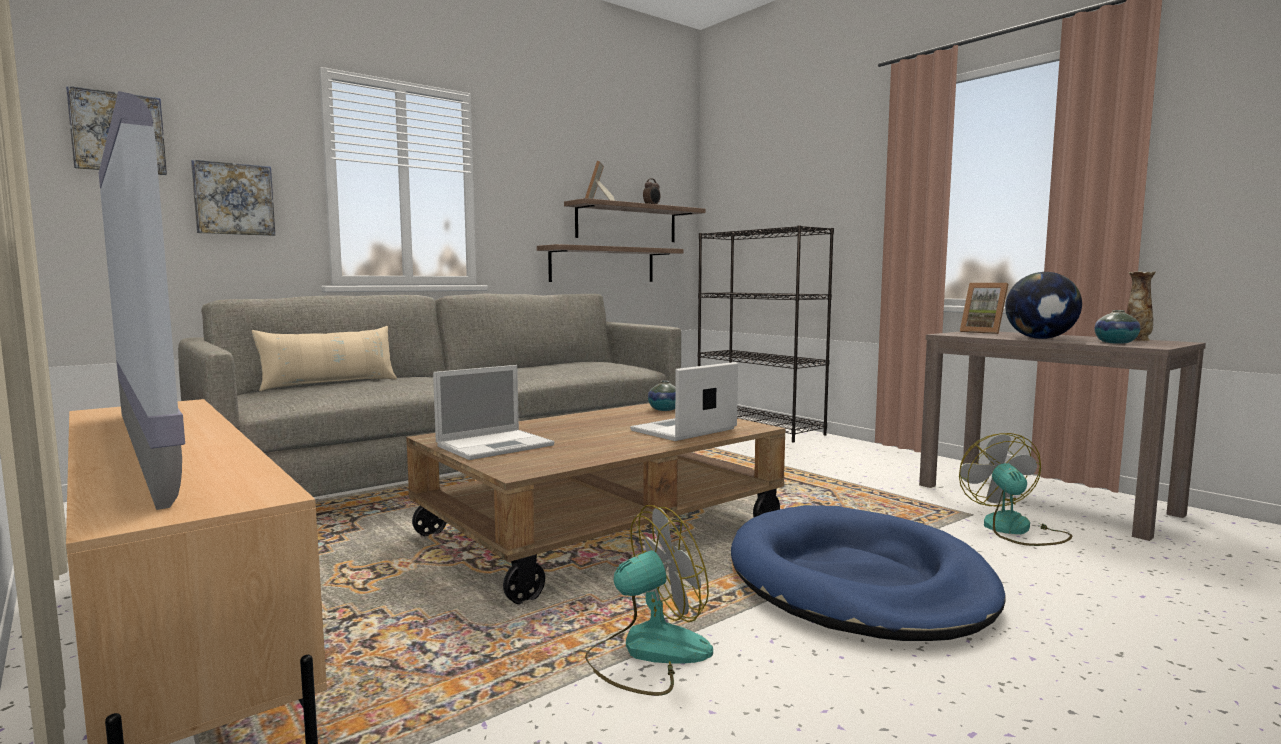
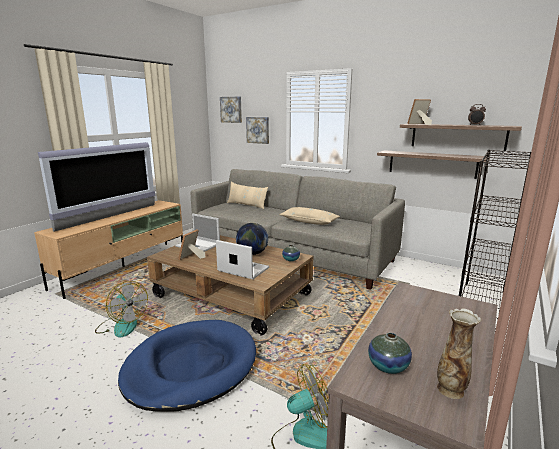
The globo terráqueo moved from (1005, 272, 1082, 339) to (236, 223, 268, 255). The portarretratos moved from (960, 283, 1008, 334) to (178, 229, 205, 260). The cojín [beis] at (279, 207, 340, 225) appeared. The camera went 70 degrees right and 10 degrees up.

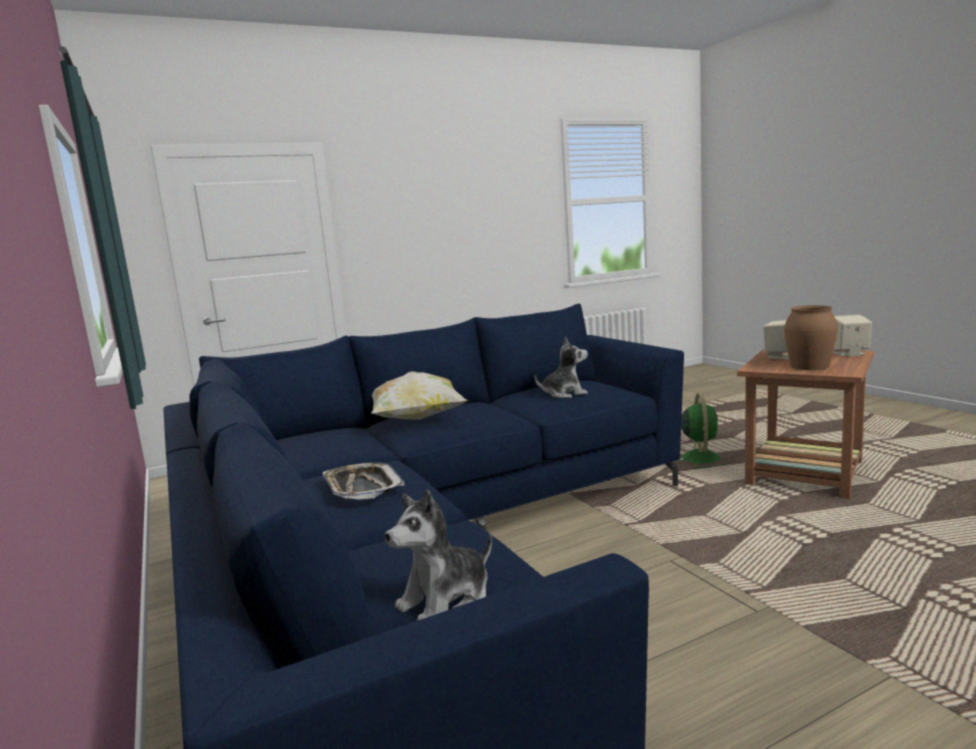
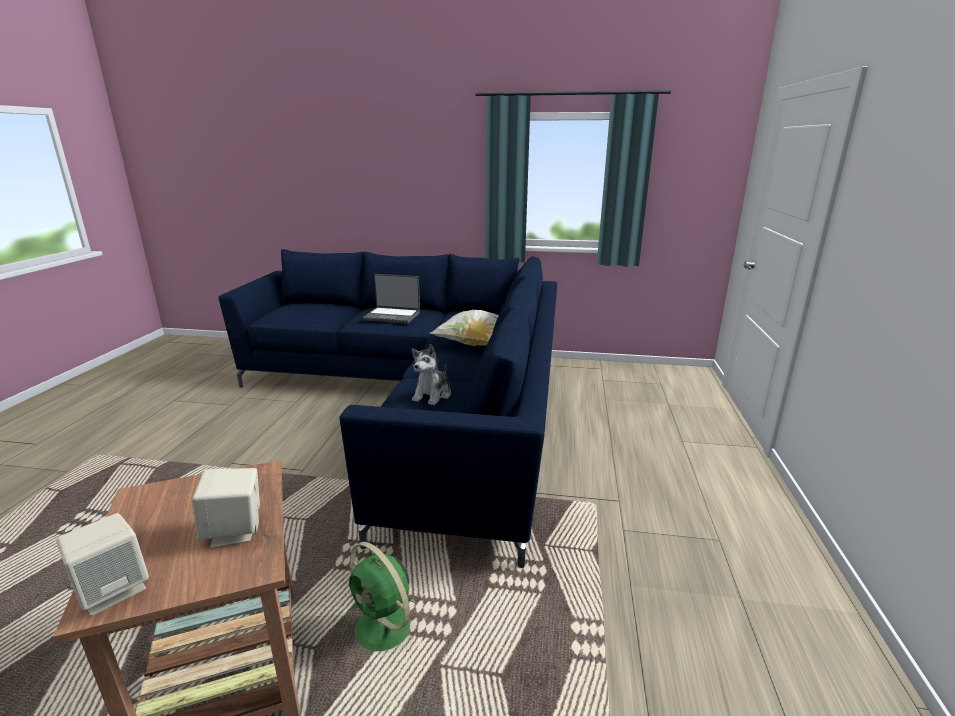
The florero [marrón] at (784, 305, 838, 370) disappeared. The bandeja at (322, 462, 405, 500) was replaced by the portátil at (363, 274, 420, 324). The peluche at (385, 490, 492, 621) disappeared. The camera went 125 degrees right and 10 degrees up.

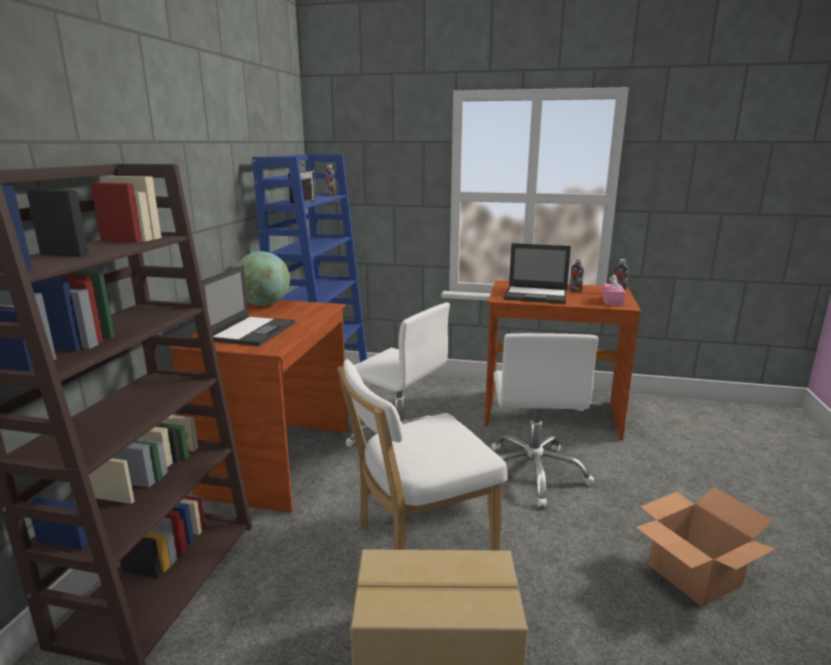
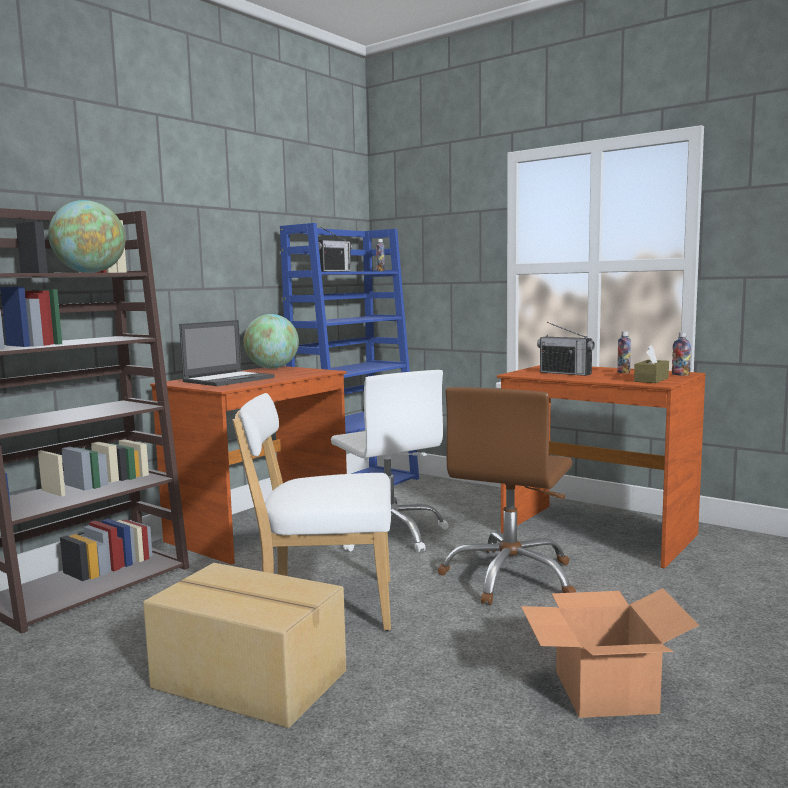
The portátil at (504, 243, 571, 304) was replaced by the radio at (537, 322, 595, 376). The caja de pañuelos [rosa] at (602, 274, 626, 306) became the caja de pañuelos [marrón] at (634, 345, 669, 383). The silla de oficina [blanco] at (491, 333, 598, 507) became the silla de oficina [marrón] at (438, 387, 576, 605). The globo terráqueo at (48, 200, 126, 273) appeared. The camera went 25 degrees right and 10 degrees down.

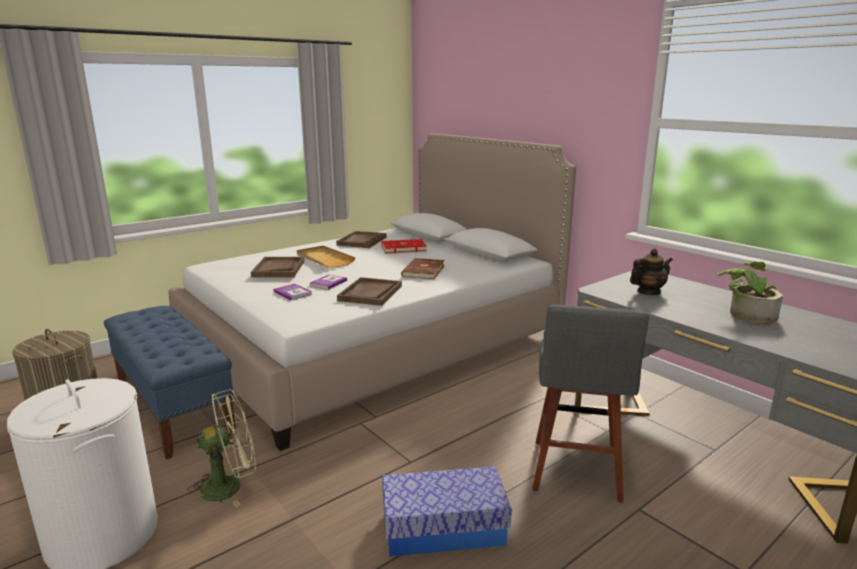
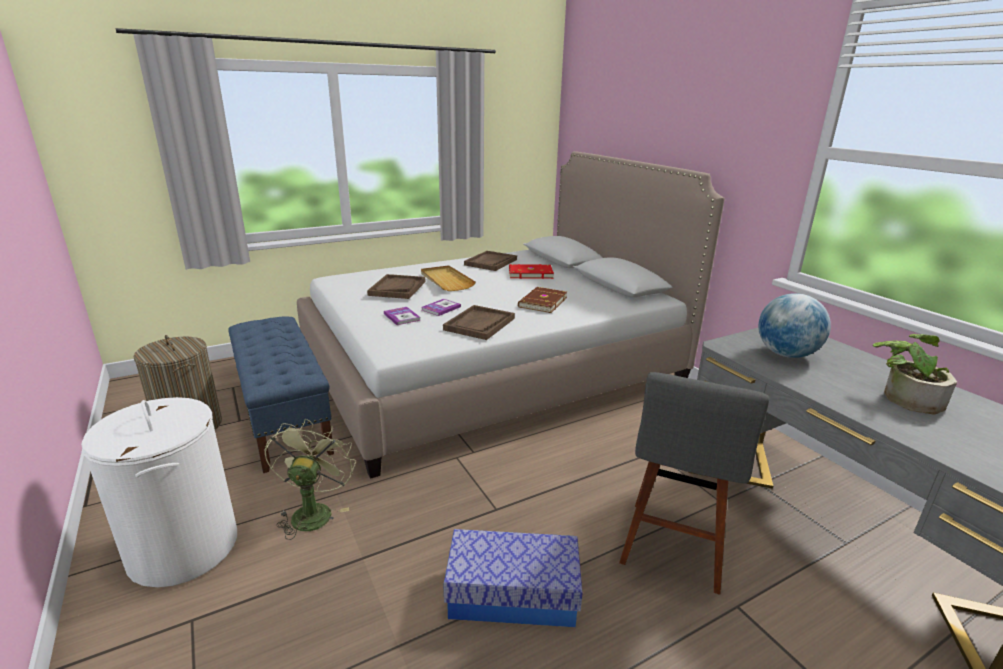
The tetera at (630, 248, 673, 295) was replaced by the globo terráqueo at (758, 293, 831, 358). The ventilador [verde] at (188, 390, 256, 507) turned 75 degrees counterclockwise. The camera went 10 degrees right and 5 degrees up.

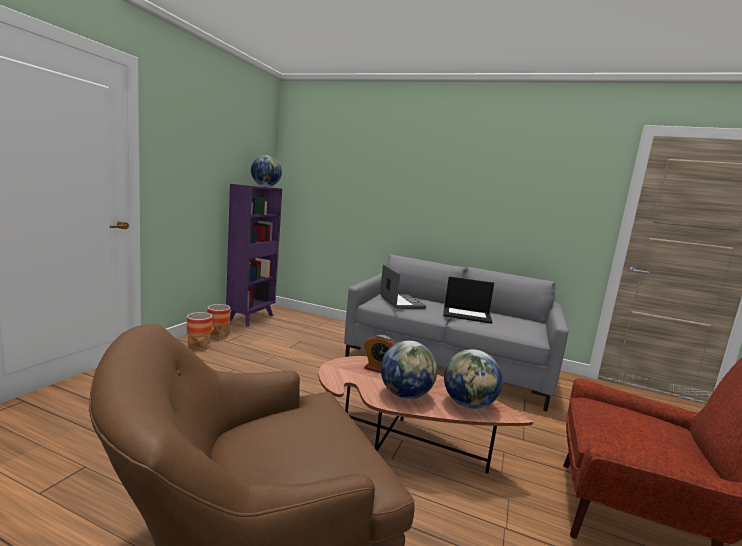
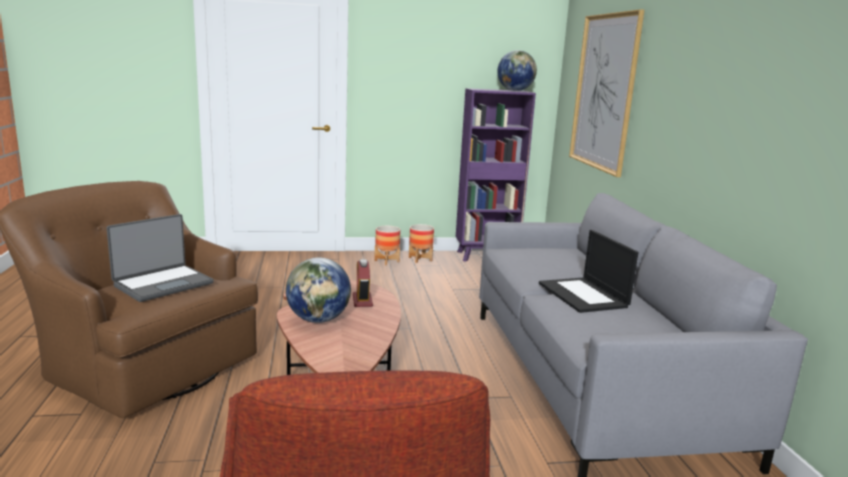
The portátil moved from (380, 264, 426, 309) to (107, 214, 214, 302). The globo terráqueo at (444, 349, 503, 409) disappeared. The cuadro at (569, 9, 644, 177) appeared. The camera went 60 degrees right and 5 degrees up.

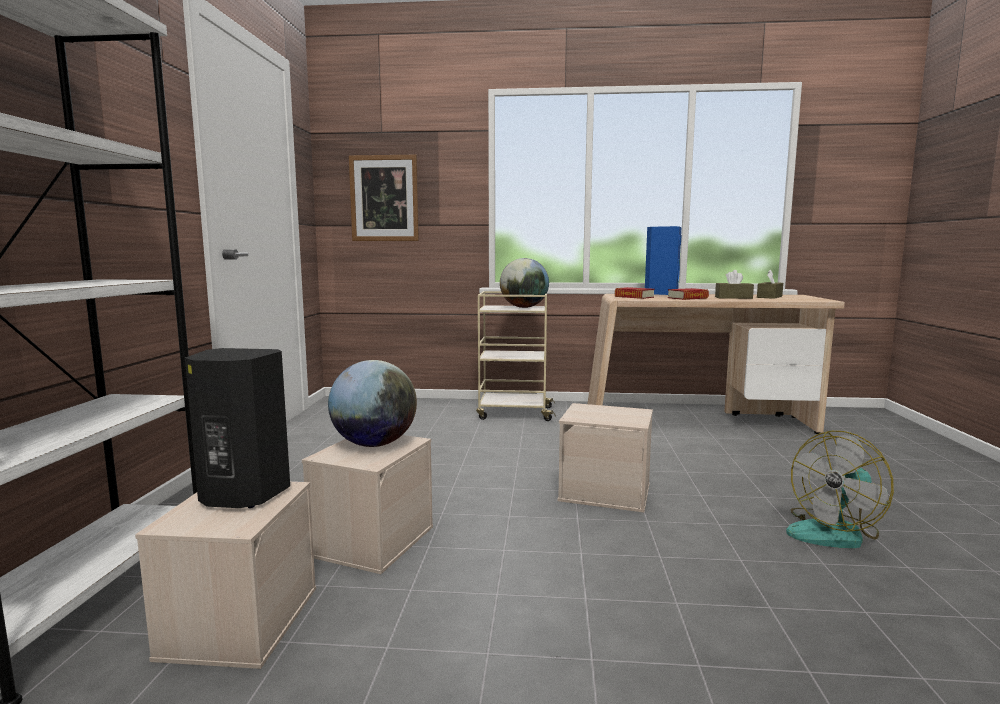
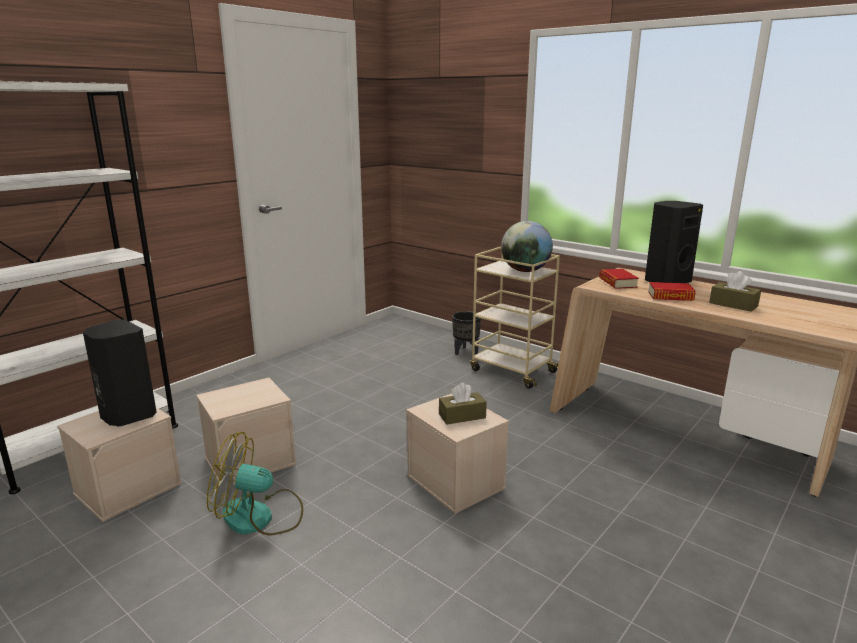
The cuadro at (349, 155, 419, 241) disappeared. The altavoz [azul] at (645, 226, 681, 295) became the altavoz [negro] at (645, 201, 703, 283). The caja de pañuelos [marrón] moved from (757, 269, 783, 299) to (439, 382, 487, 425). The globo terráqueo at (328, 360, 417, 447) disappeared. The ventilador moved from (786, 431, 894, 548) to (207, 432, 303, 535). The maceta [negro] at (452, 311, 481, 355) appeared. The camera went 35 degrees right and 10 degrees up.

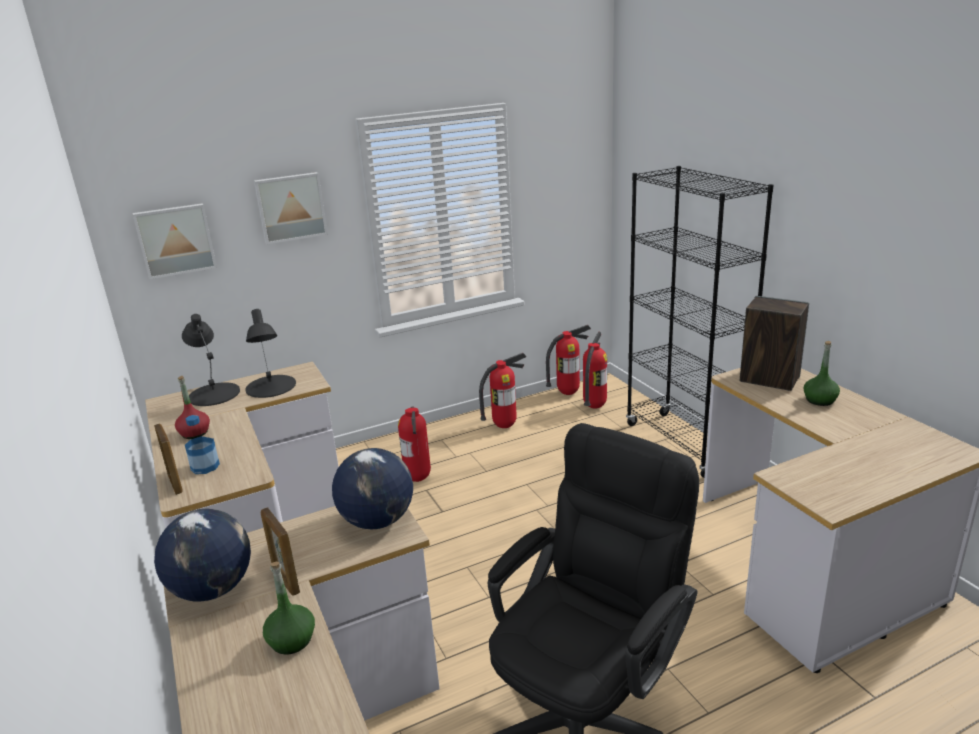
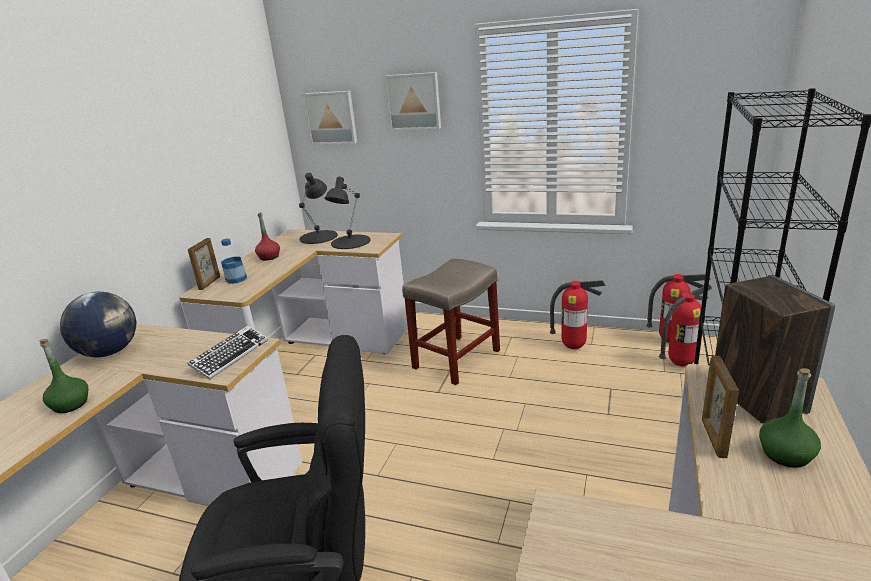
The extintor at (398, 406, 431, 482) was replaced by the taburete [beis] at (402, 259, 500, 385). The globo terráqueo at (332, 448, 413, 529) was replaced by the teclado at (187, 325, 268, 379). The portarretratos moved from (261, 507, 300, 596) to (702, 356, 739, 458). The camera went 45 degrees right and 0 degrees up.

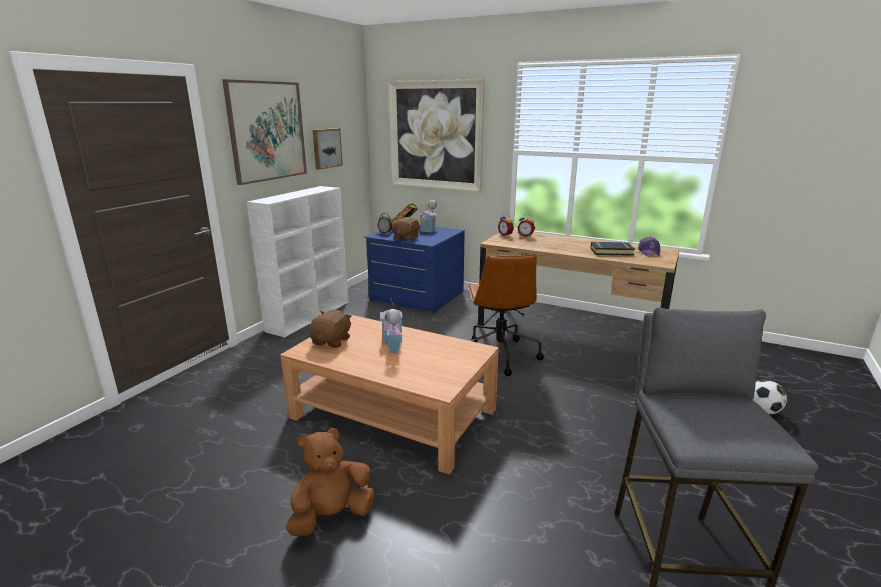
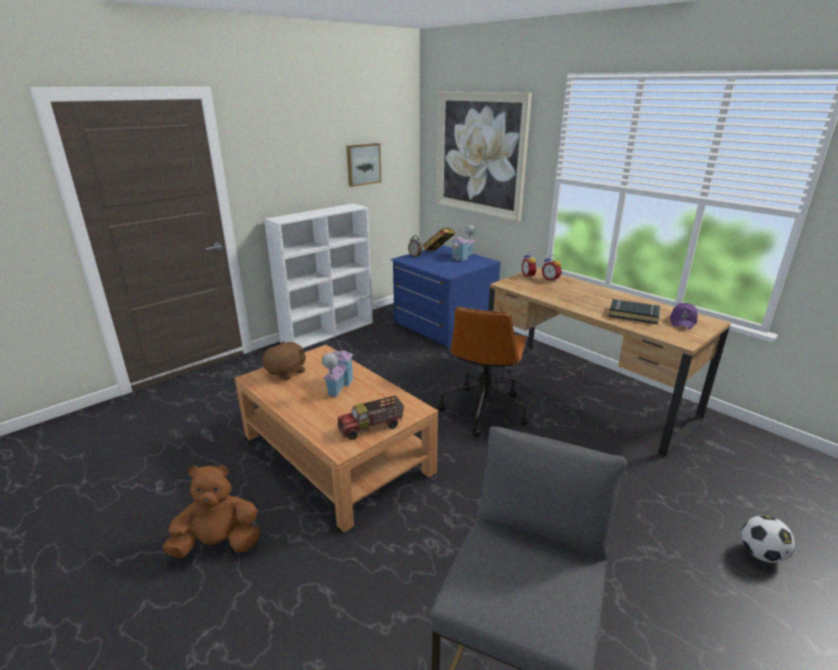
The cuadro at (222, 79, 307, 185) disappeared. The peluche [marrón] at (392, 217, 420, 241) disappeared. The camión de juguete at (337, 395, 404, 440) appeared. The camera went 20 degrees right and 5 degrees up.

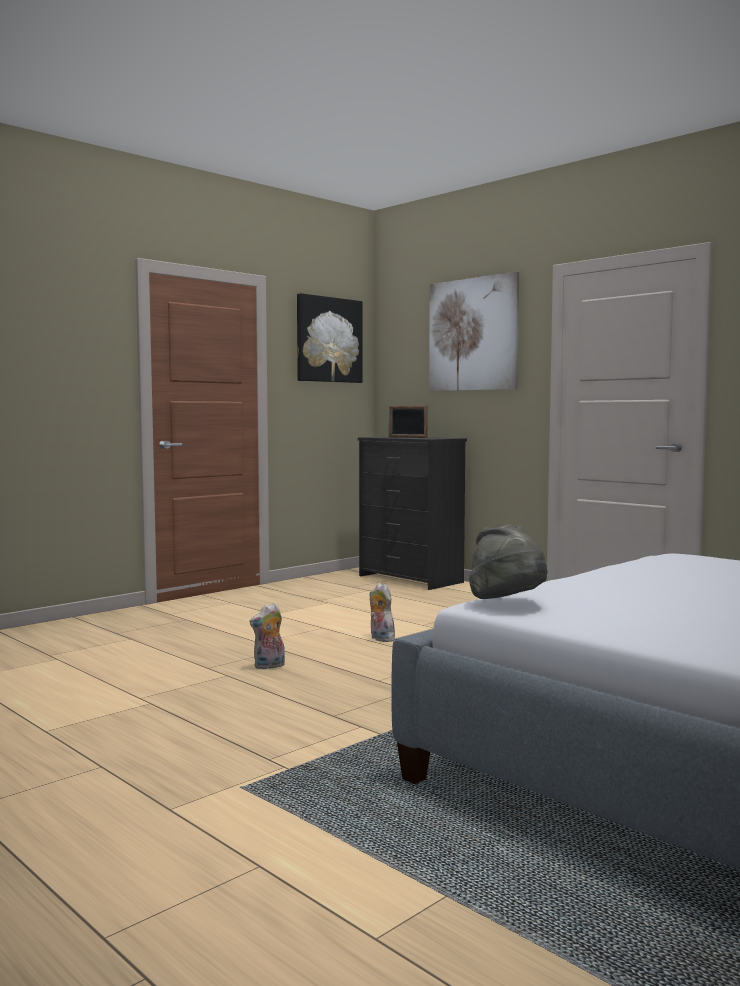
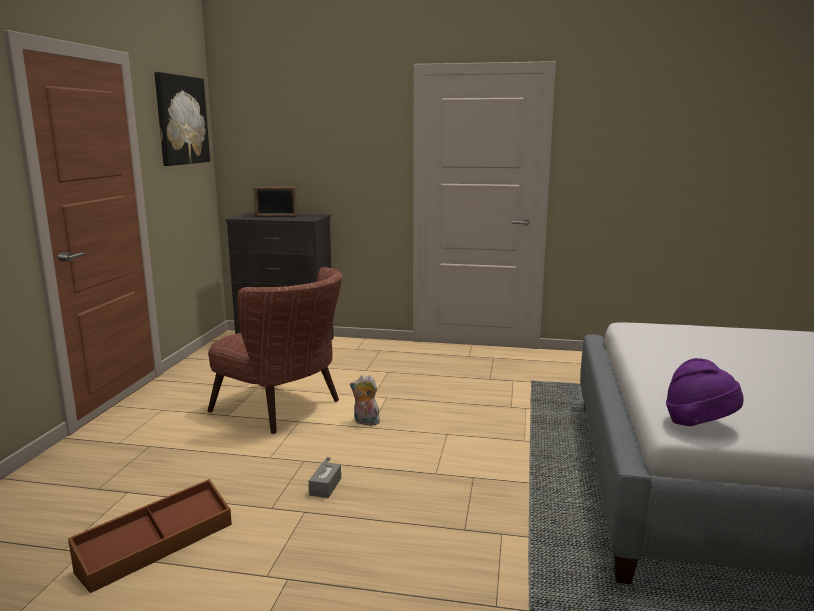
The cuadro at (429, 272, 519, 391) disappeared. The sombrero [gris] at (469, 525, 548, 599) became the sombrero [morado] at (666, 358, 744, 426). The peluche at (249, 603, 285, 670) was replaced by the caja de pañuelos [gris] at (309, 457, 341, 498). The sillón [marrón] at (208, 267, 343, 434) appeared. The caja de almacenaje [marrón] at (68, 479, 232, 593) appeared. The camera went 35 degrees left and 10 degrees up.

